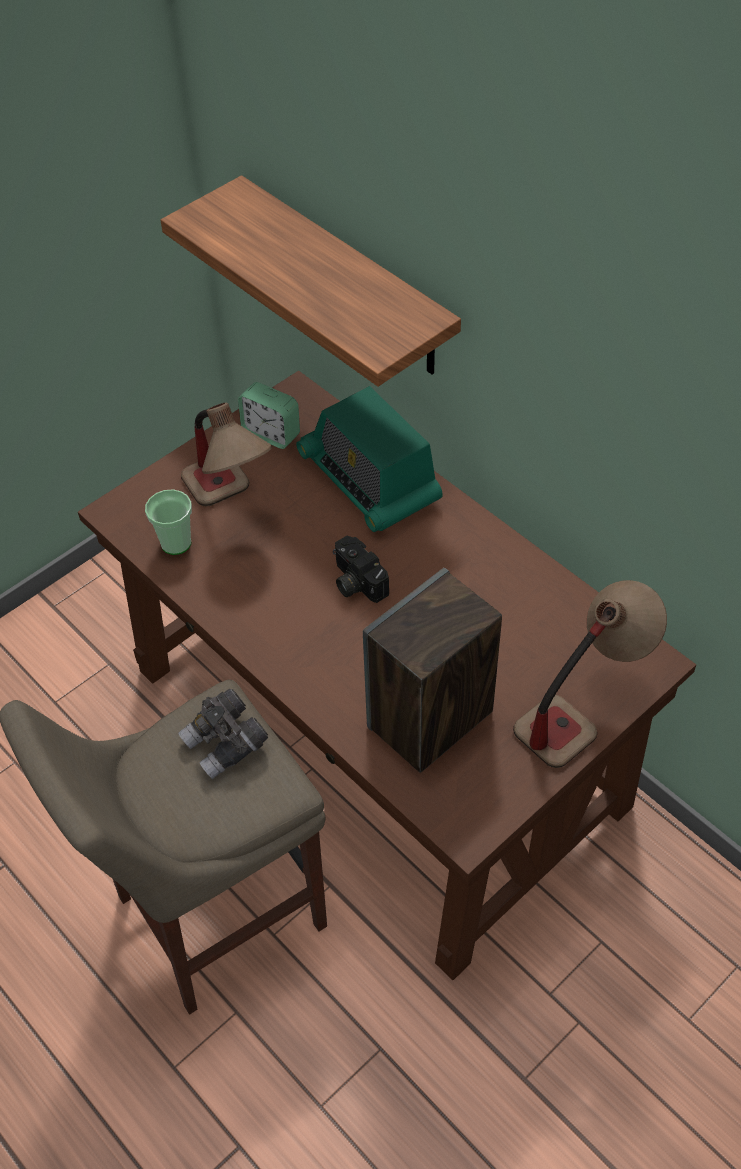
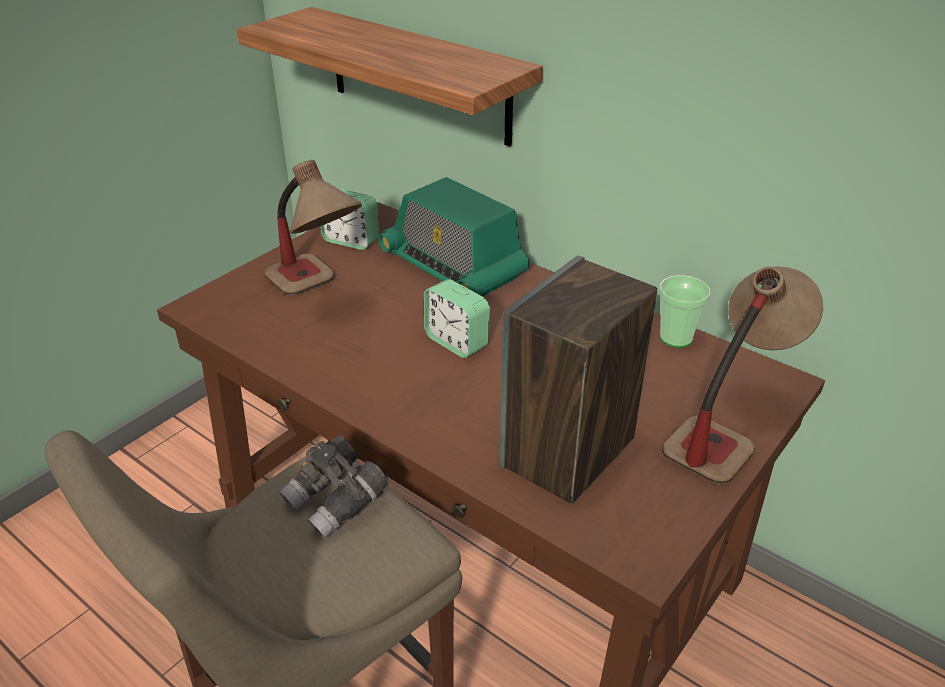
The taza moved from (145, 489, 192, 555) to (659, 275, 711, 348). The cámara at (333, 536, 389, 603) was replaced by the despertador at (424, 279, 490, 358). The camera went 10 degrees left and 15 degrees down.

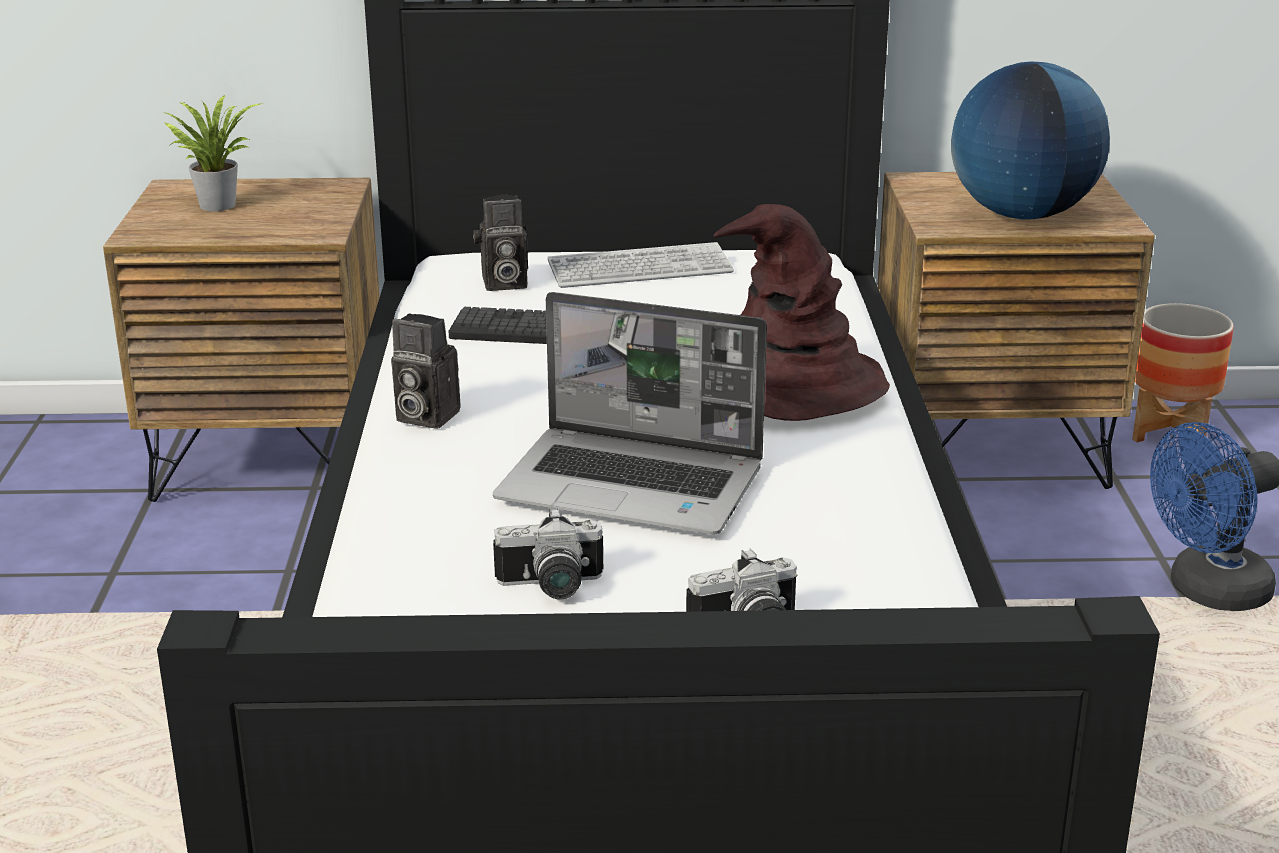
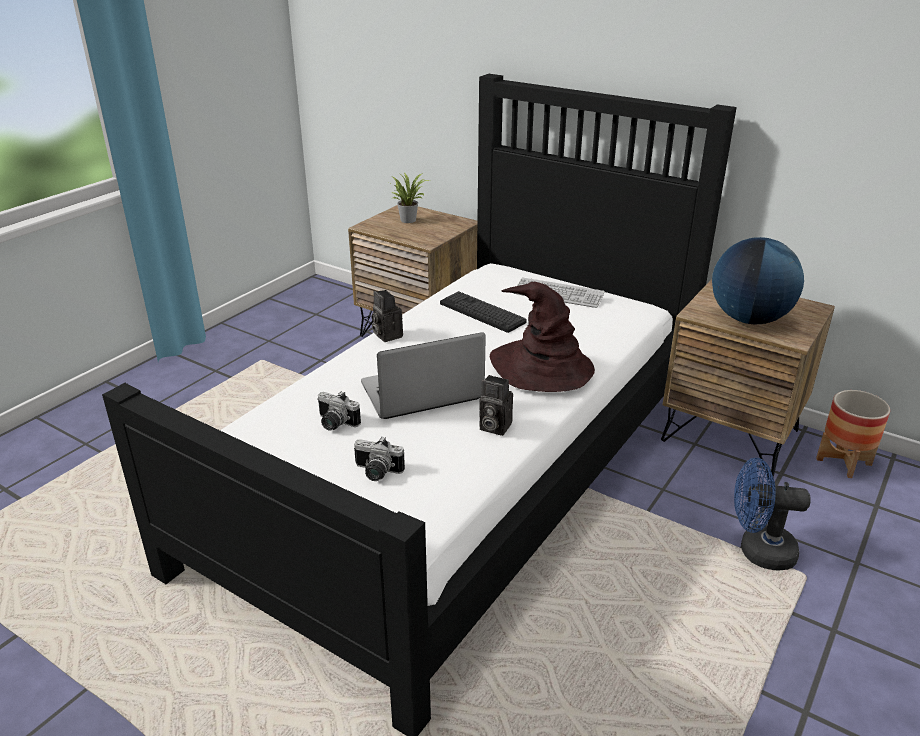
The cámara moved from (473, 195, 528, 291) to (479, 375, 513, 436). The portátil at (493, 292, 767, 535) turned 105 degrees clockwise. The camera went 35 degrees right and 5 degrees up.

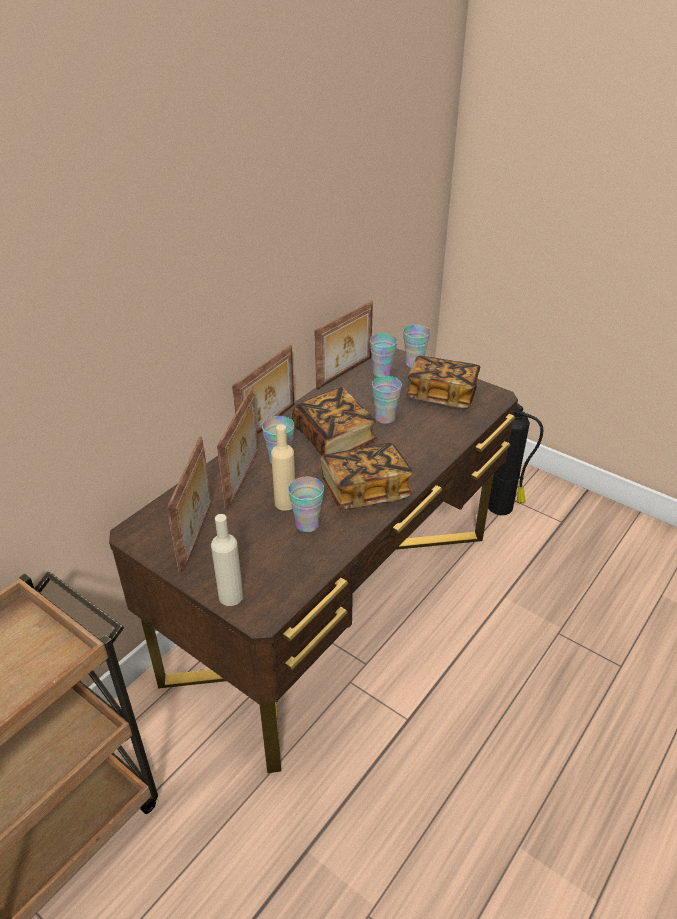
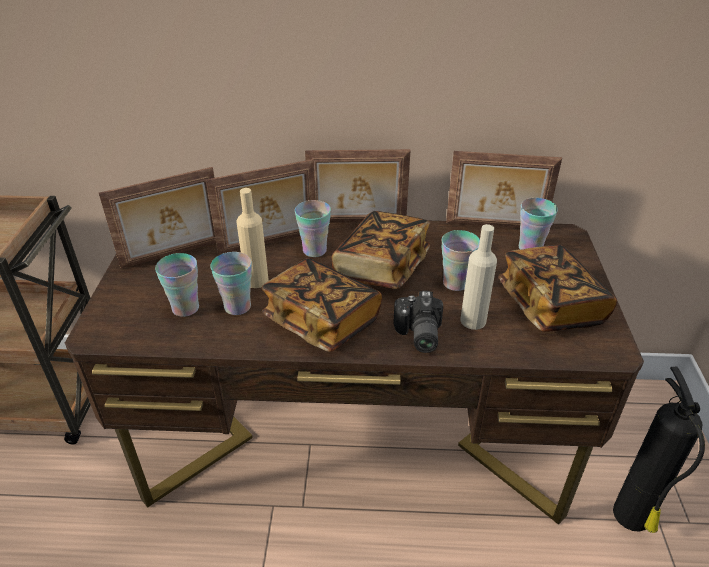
The taza moved from (403, 325, 430, 368) to (155, 253, 199, 317). The botella [beis] moved from (211, 514, 243, 606) to (460, 224, 497, 330). The cámara at (394, 291, 443, 353) appeared. The camera went 55 degrees right and 0 degrees up.

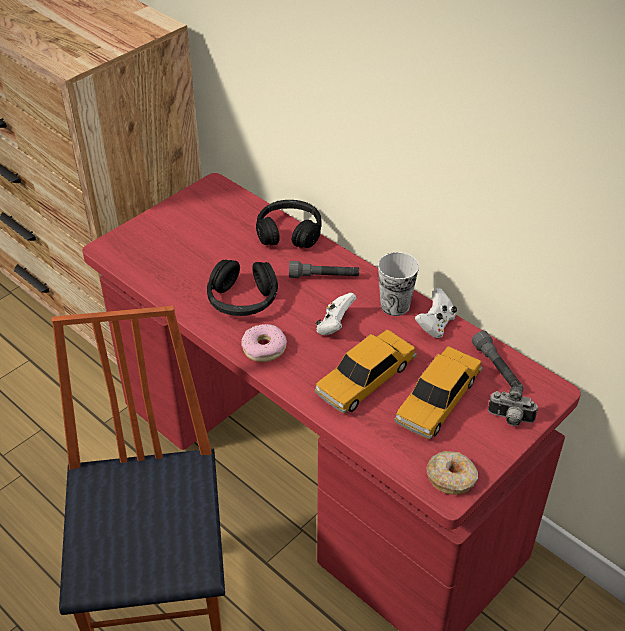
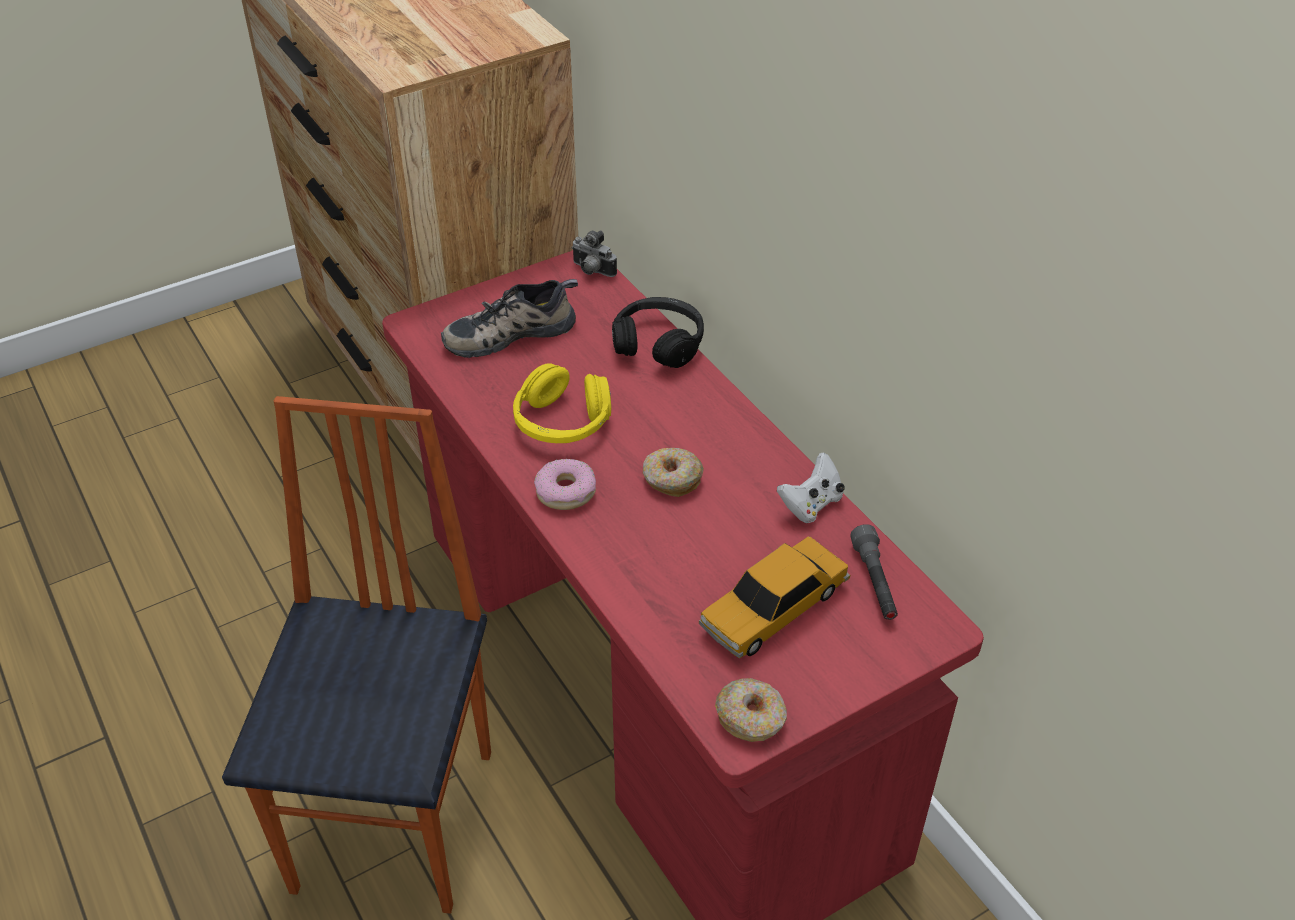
The taza at (378, 252, 419, 316) disappeared. The auriculares [negro] at (207, 259, 278, 316) became the auriculares [amarillo] at (513, 363, 611, 443). The linterna [gris] at (289, 261, 359, 278) disappeared. The mando de consola [blanco] at (316, 293, 356, 335) was replaced by the rosquilla at (643, 448, 704, 497). The coche de juguete at (315, 330, 417, 414) disappeared. The cámara moved from (488, 385, 538, 426) to (571, 230, 617, 277). The zapato at (441, 279, 578, 358) appeared. The camera went 15 degrees right and 0 degrees up.

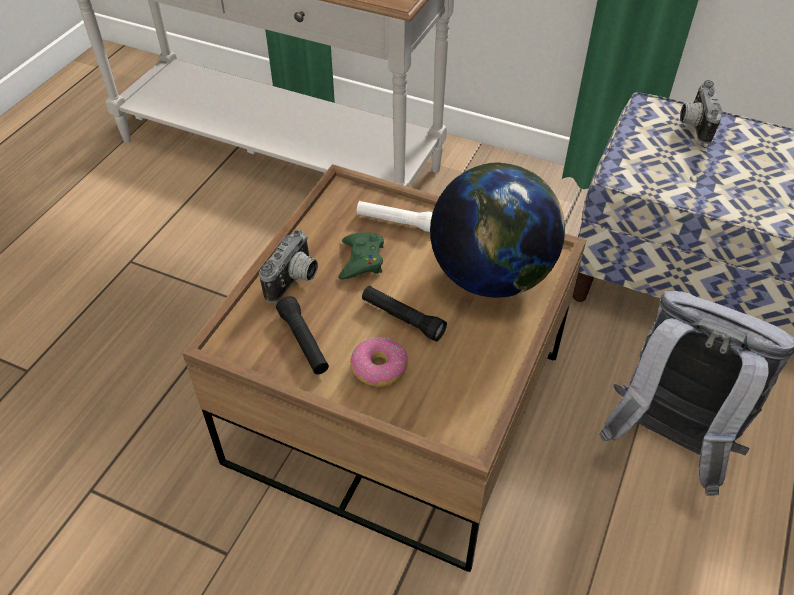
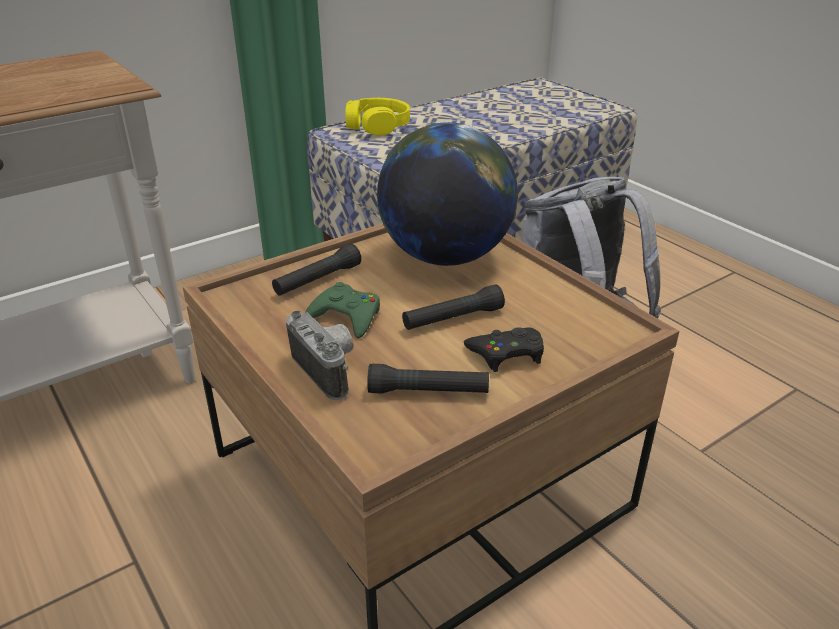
The cámara at (680, 80, 722, 144) was replaced by the auriculares [amarillo] at (345, 98, 410, 136). The linterna [blanco] at (357, 201, 433, 232) became the linterna [negro] at (272, 244, 361, 296). The rosquilla at (350, 337, 408, 387) was replaced by the mando de consola [negro] at (464, 327, 544, 372). The camera went 60 degrees left and 15 degrees down.

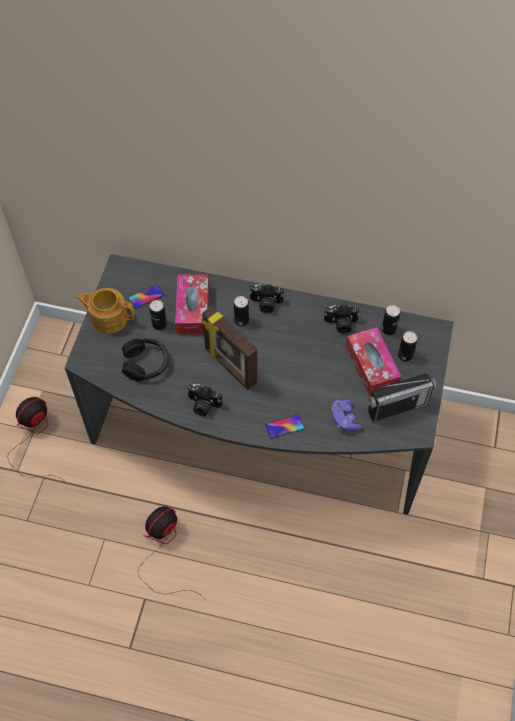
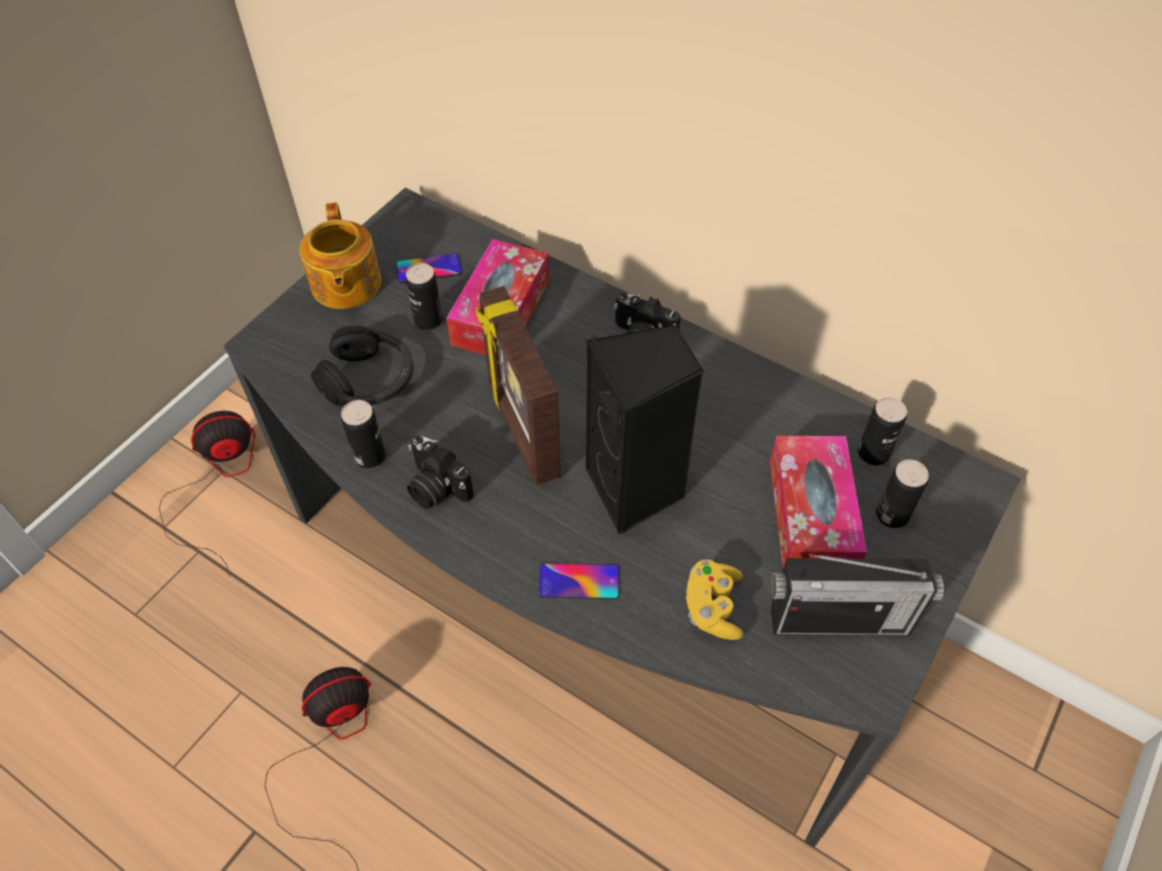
The tetera at (75, 288, 135, 334) turned 135 degrees counterclockwise. The lata moved from (234, 296, 249, 326) to (341, 400, 385, 469). The cámara at (324, 305, 360, 334) disappeared. The mando de consola [morado] at (332, 400, 362, 431) became the mando de consola [amarillo] at (686, 560, 743, 640). The altavoz [negro] at (586, 325, 704, 535) appeared. The camera went 20 degrees right and 5 degrees down.

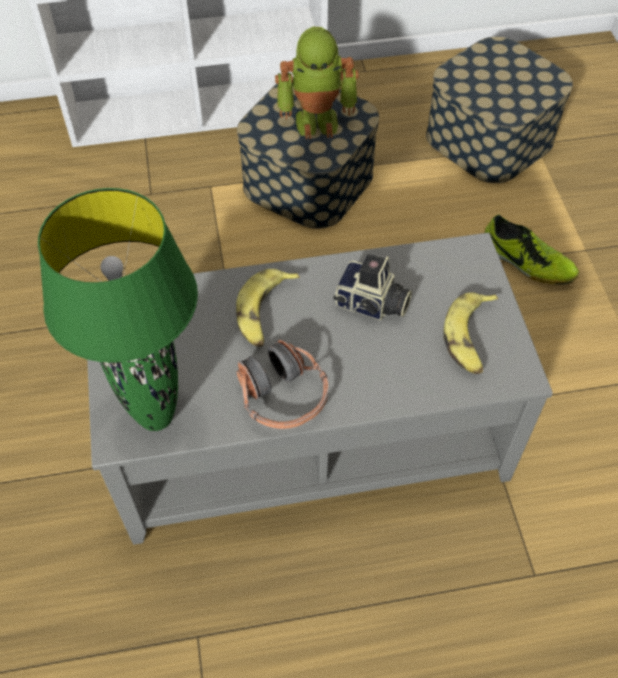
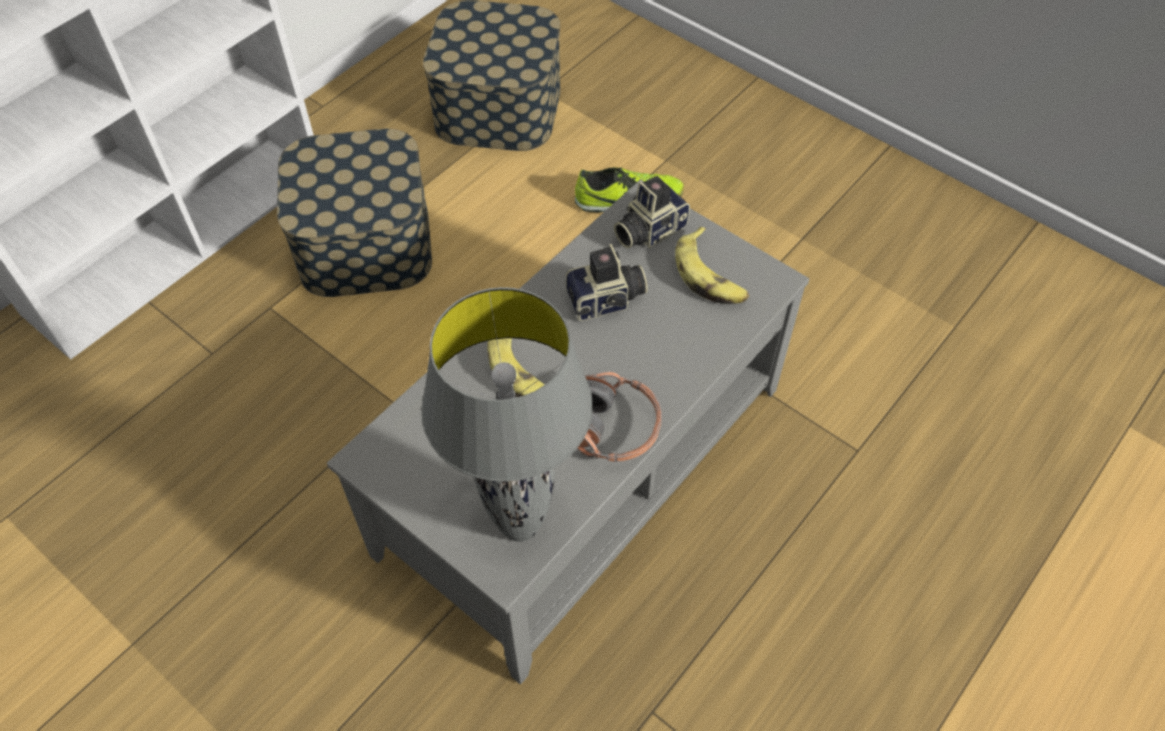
The robot de juguete at (275, 27, 359, 139) disappeared. The lámpara de mesa [verde] at (38, 188, 198, 431) became the lámpara de mesa [gris] at (421, 287, 593, 542). The cámara at (614, 176, 690, 248) appeared. The camera went 40 degrees left and 0 degrees up.

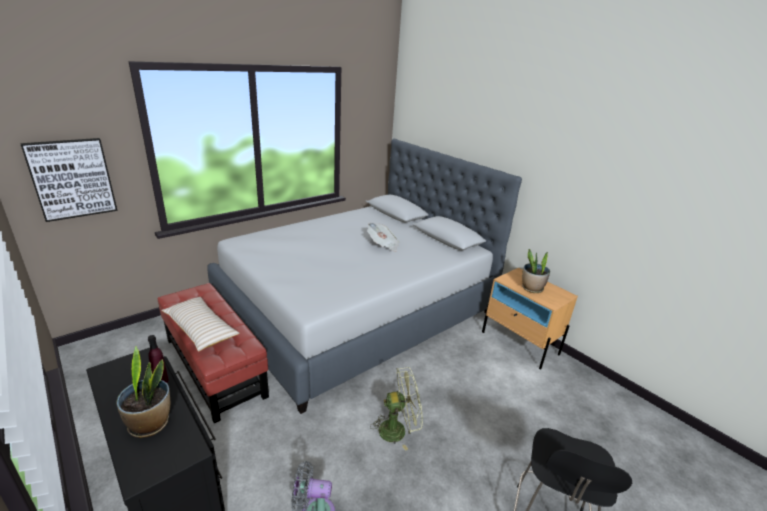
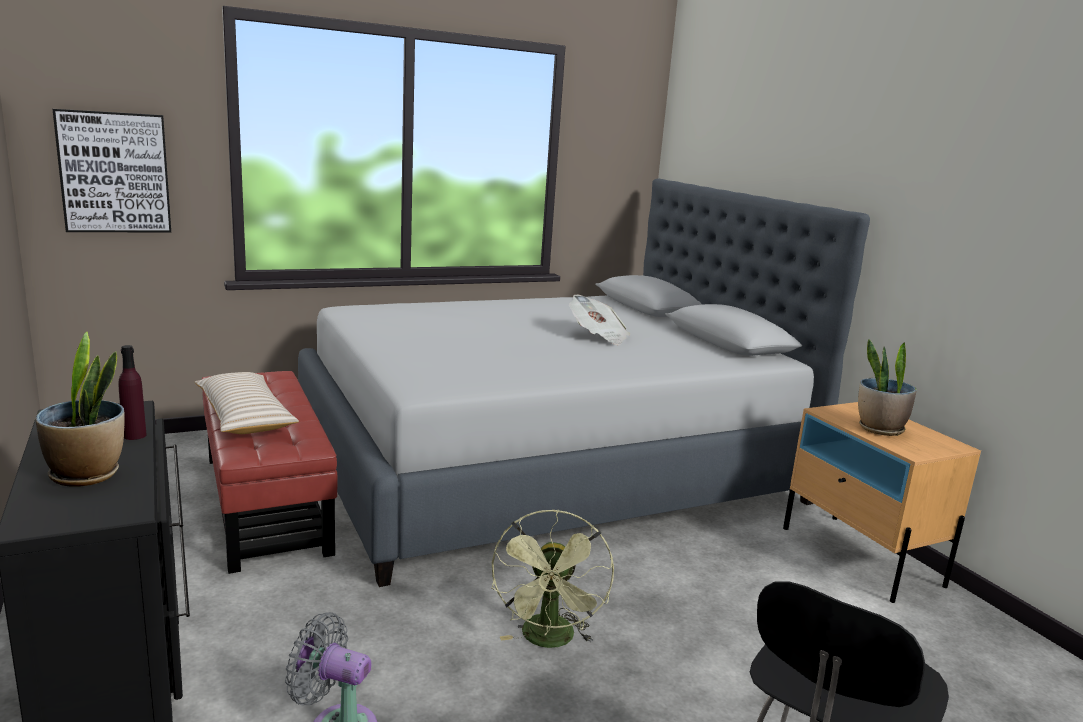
The ventilador [verde] at (370, 367, 423, 451) turned 90 degrees clockwise. The camera went 15 degrees right and 10 degrees down.

